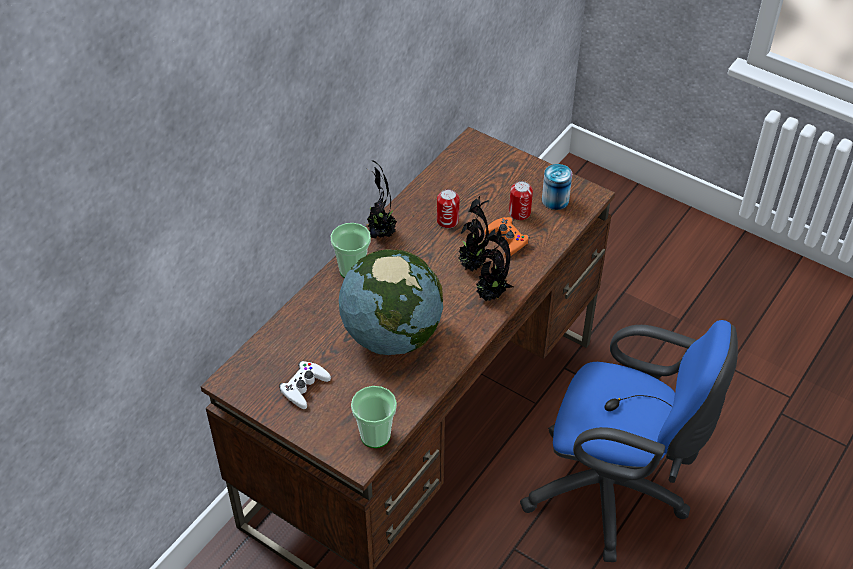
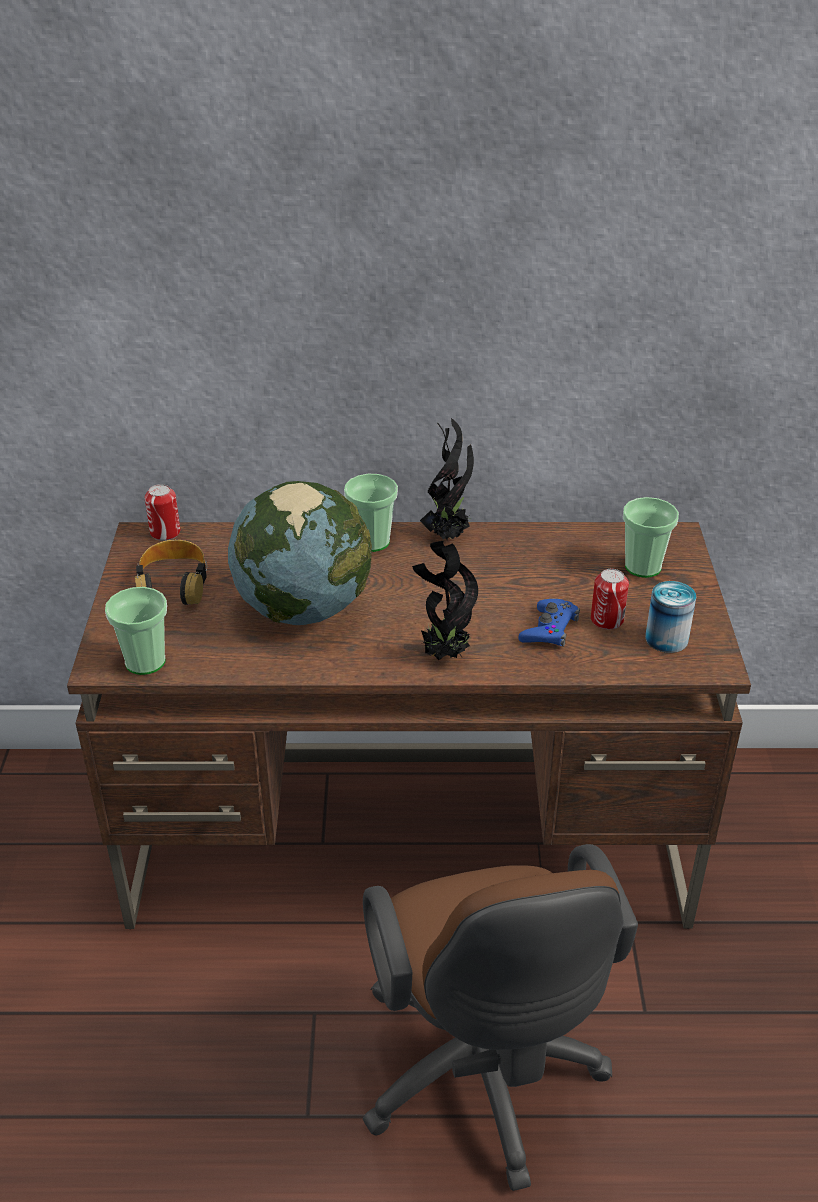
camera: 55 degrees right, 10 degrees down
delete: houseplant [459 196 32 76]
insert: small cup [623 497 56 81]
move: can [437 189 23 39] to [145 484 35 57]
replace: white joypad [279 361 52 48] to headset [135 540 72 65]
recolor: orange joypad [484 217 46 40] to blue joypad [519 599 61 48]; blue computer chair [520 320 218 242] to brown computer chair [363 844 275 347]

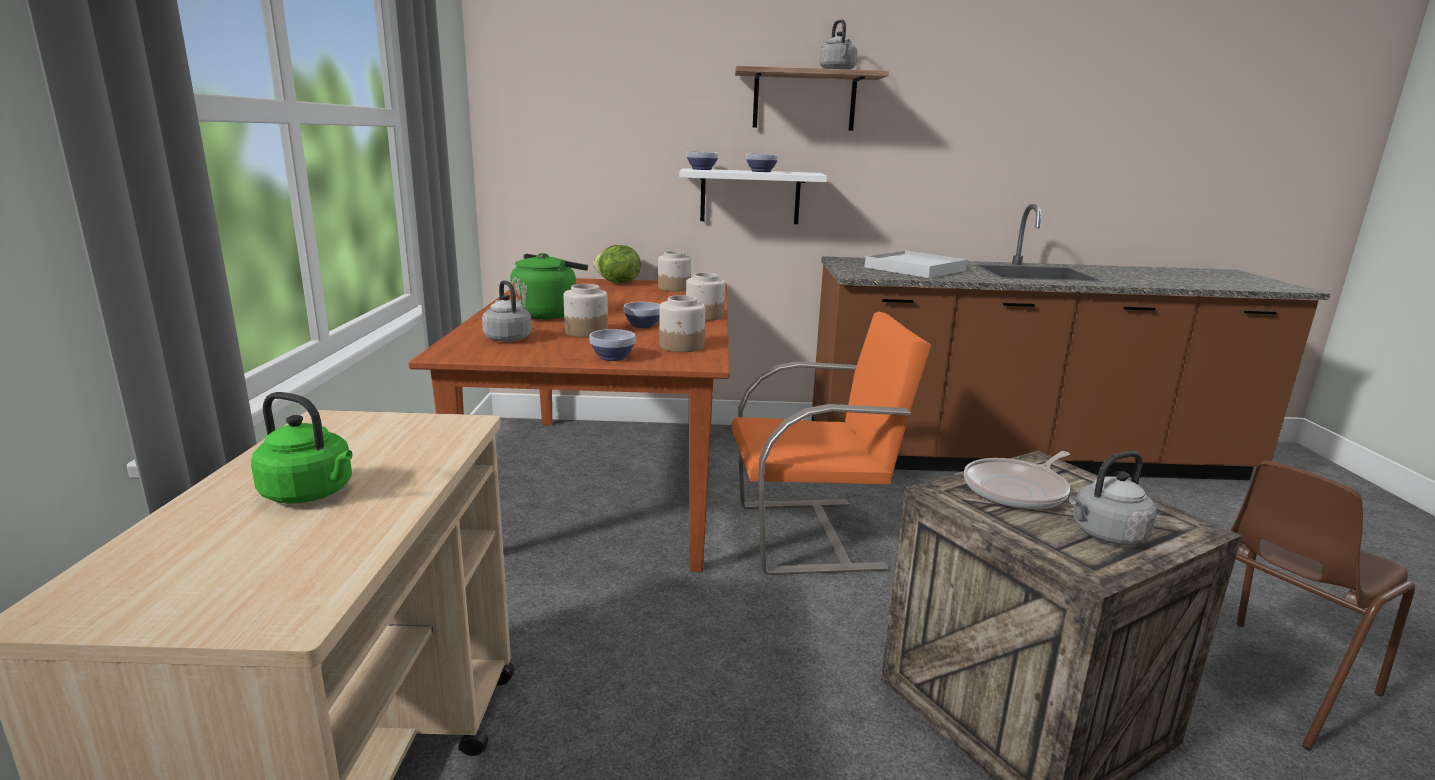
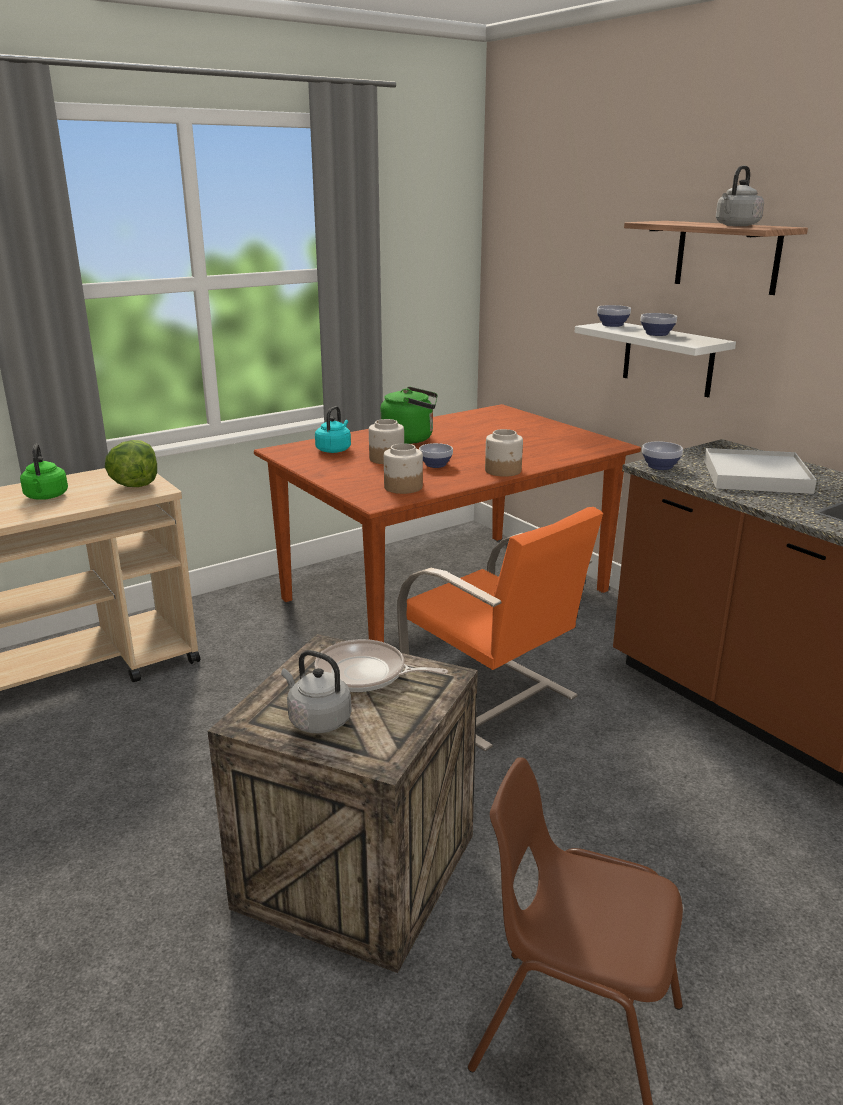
camera: 55 degrees right, 5 degrees up
delete: storage jar [658 251 33 40]
move: bowl [589 329 47 32] to [642 441 41 29]; lettuce [593 245 48 38] to [105 440 52 47]
recolor: greyish kettle [482 280 50 62] to blue-green kettle [315 406 36 47]

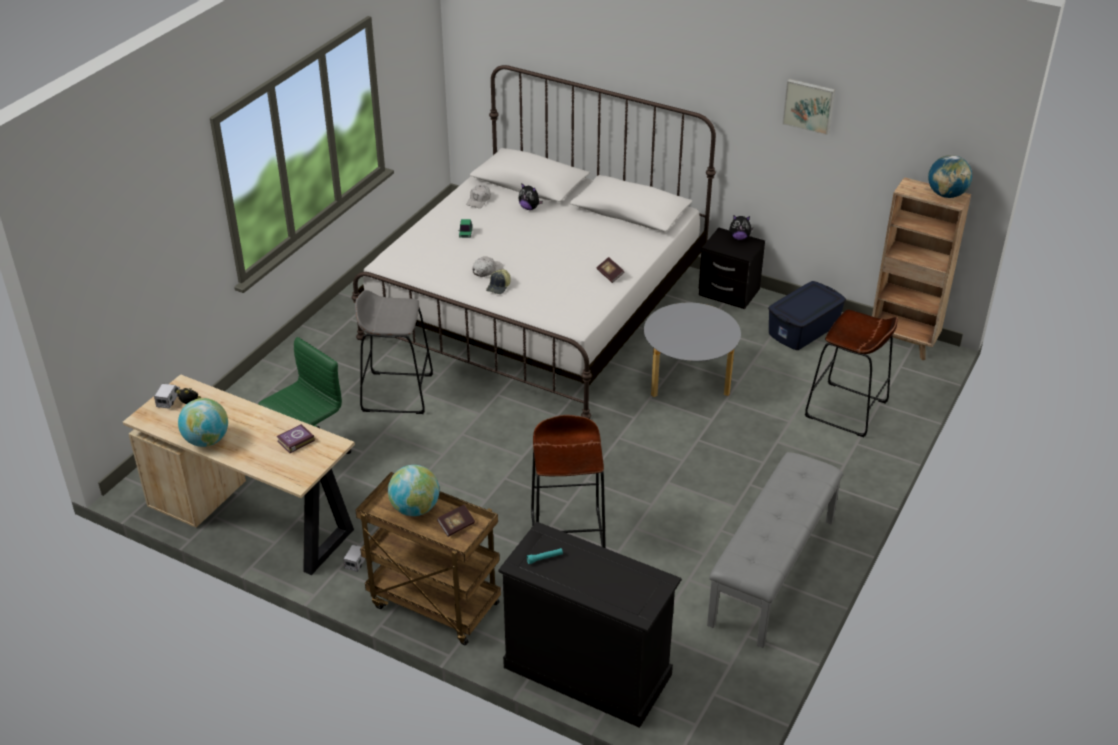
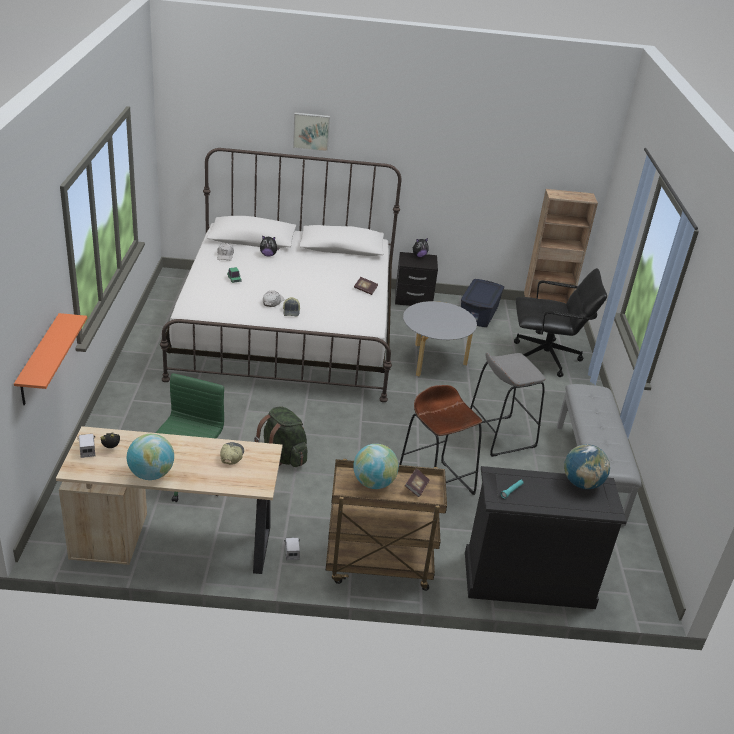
camera: 30 degrees left, 5 degrees down
insert: orange shelf [14 313 73 92]; green-coloured backpack [254 406 53 61]
move: greyish sitting stool [355 290 78 124] to [470 353 76 104]; picture [782 79 53 56] to [293 113 37 38]; desk globe [928 155 44 43] to [564 444 46 45]
replace: book [277 424 38 29] to baseball cap [220 442 24 23]; brown sitting stool [805 310 93 127] to blackish computer chair [514 268 93 109]

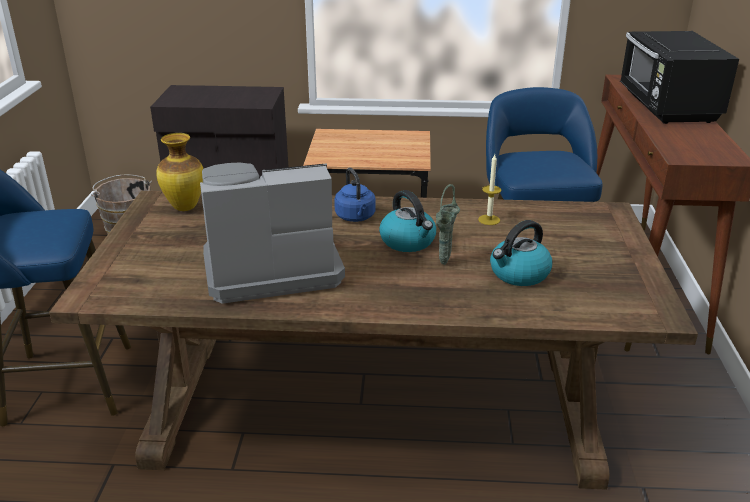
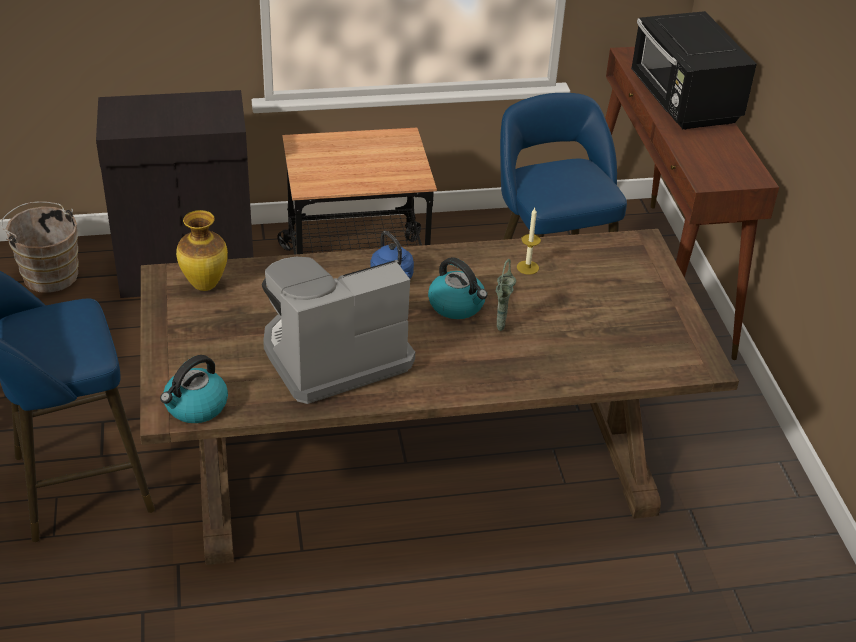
camera: 15 degrees left, 10 degrees up
move: kettle [490 220 63 66] to [160 355 68 68]

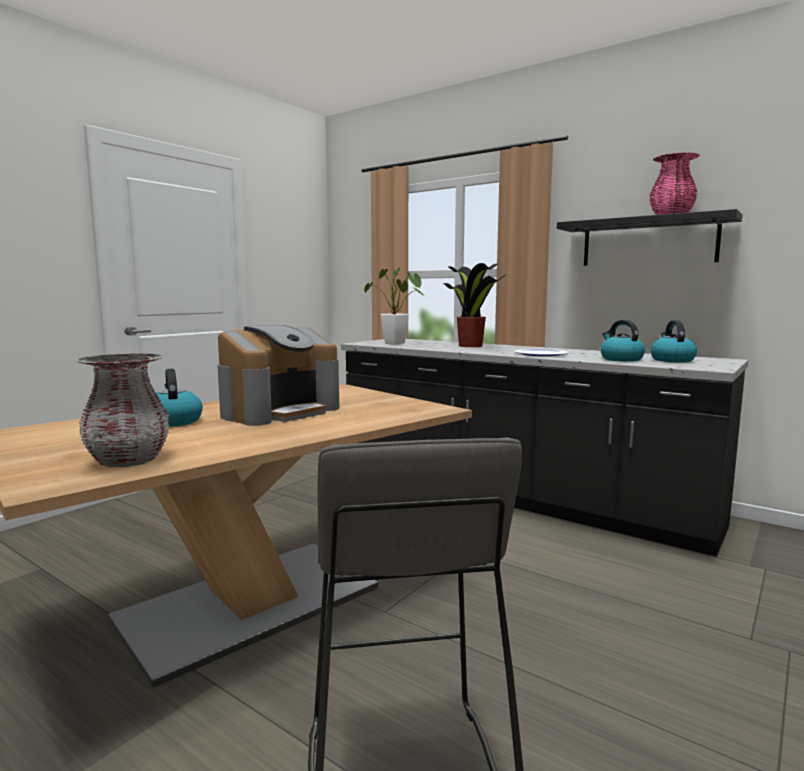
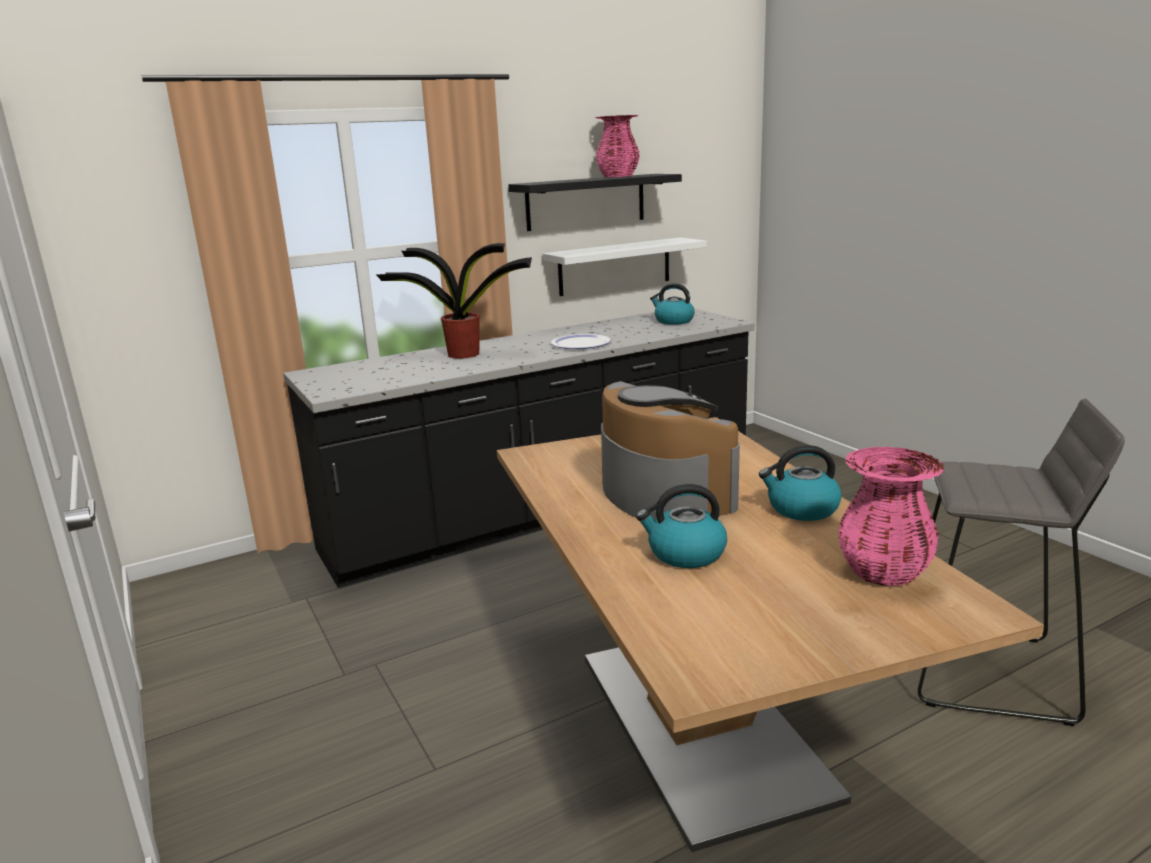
camera: 65 degrees left, 10 degrees up
delete: houseplant [364 268 61 77]
insert: white shelf [543 237 164 59]
move: kettle [600 320 45 42] to [759 445 83 76]
recolor: greyish decorative vase [74 354 96 113] to pinkish decorative vase [838 447 106 139]

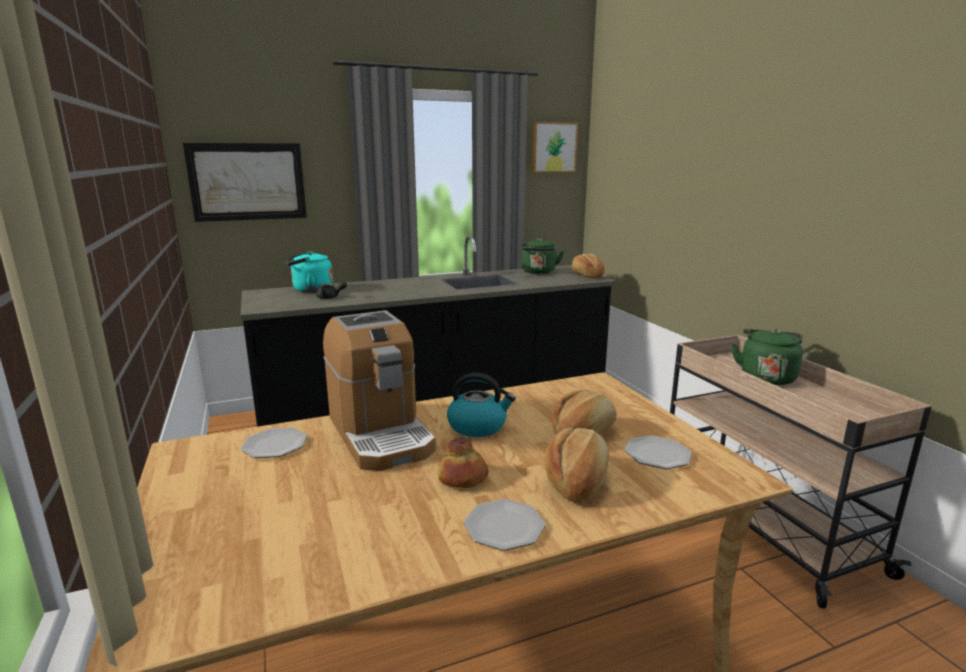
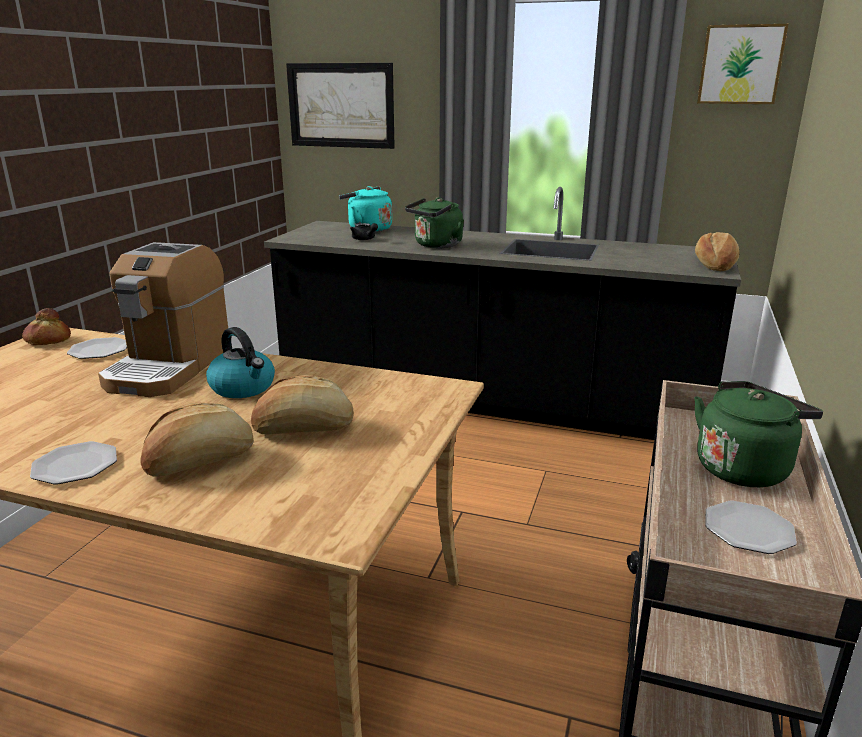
camera: 40 degrees right, 5 degrees up
move: bread [438 437 50 51] to [22 308 49 37]; green-coloured kettle [521 238 43 36] to [405 197 59 51]; plate [625 435 67 34] to [705 501 92 53]

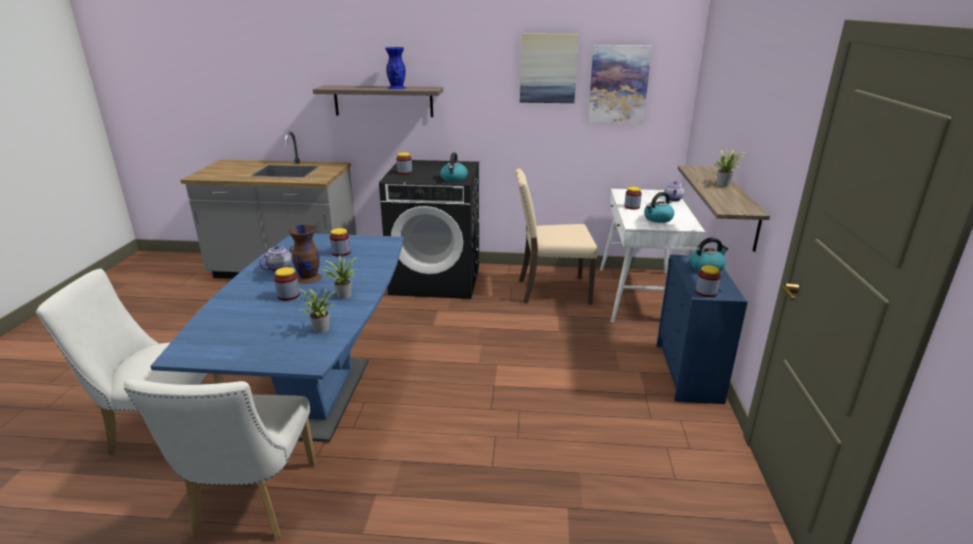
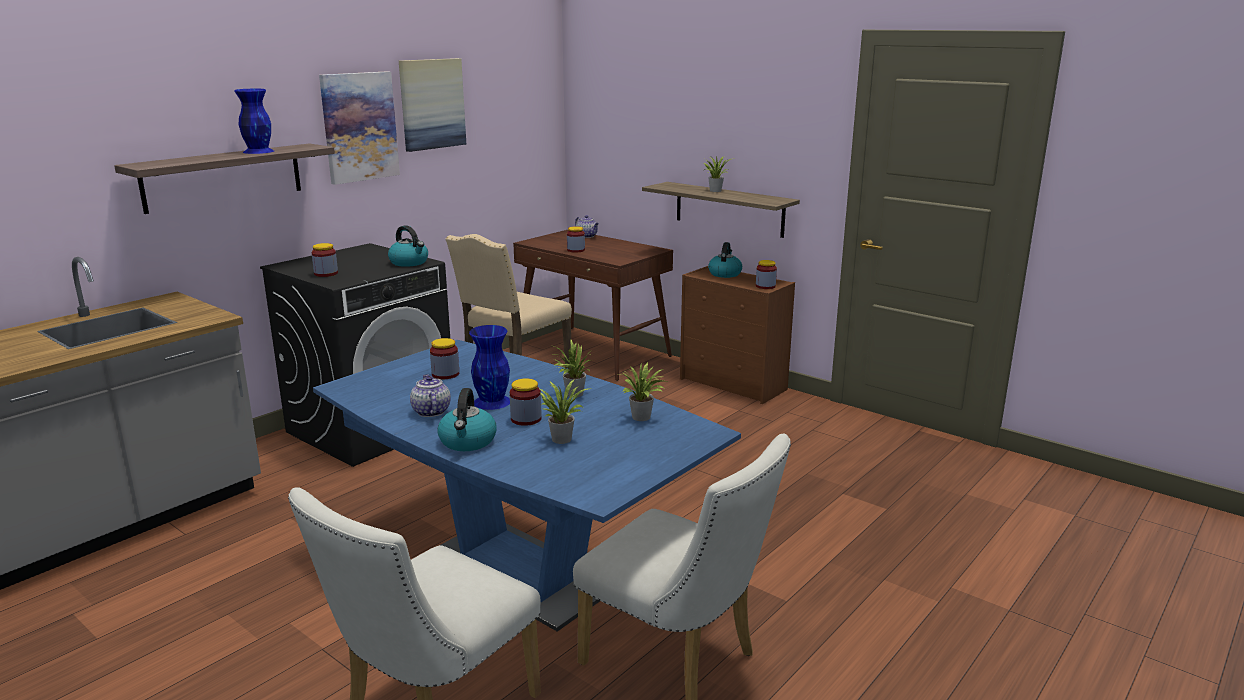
camera: 55 degrees left, 5 degrees down
insert: houseplant [538 380 53 64]
move: picture [588 45 64 78] to [319 71 81 114]; kettle [644 192 30 31] to [437 388 60 63]
recolor: brown decorative vase [288 225 34 59] to blue decorative vase [469 325 41 85]; white desk unit [600 189 105 134] to brown desk unit [513 230 160 151]; blue chest of drawers [656 255 92 149] to brown chest of drawers [680 266 115 138]

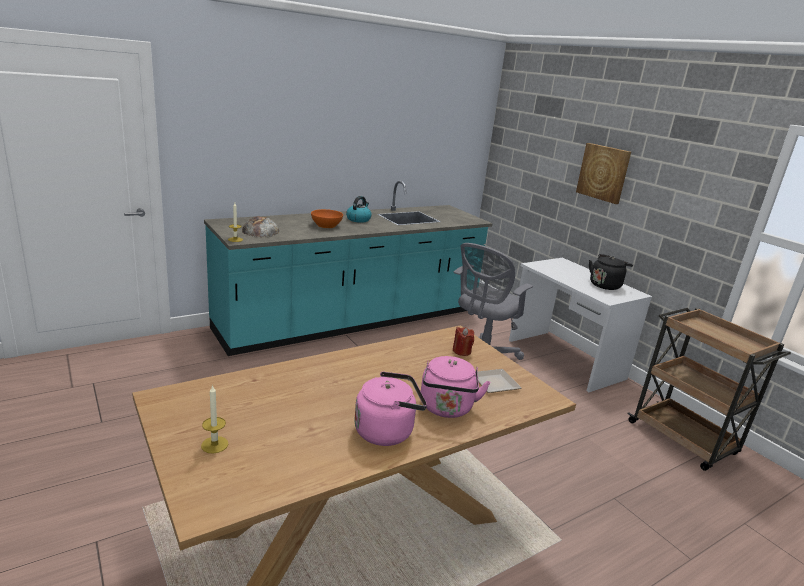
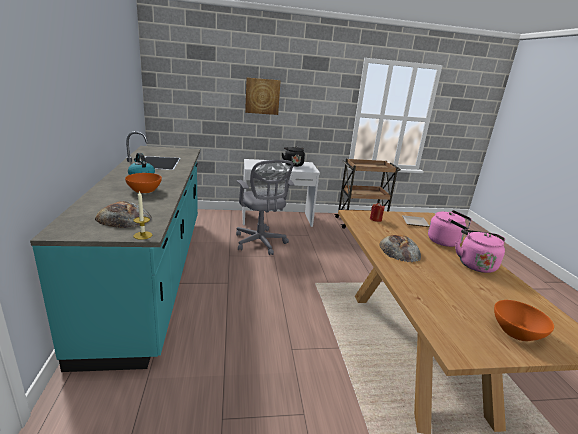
camera: 65 degrees left, 0 degrees up
insert: bread [380 235 41 27]
replace: candle [201 385 28 69] to orange bowl [494 300 60 41]

